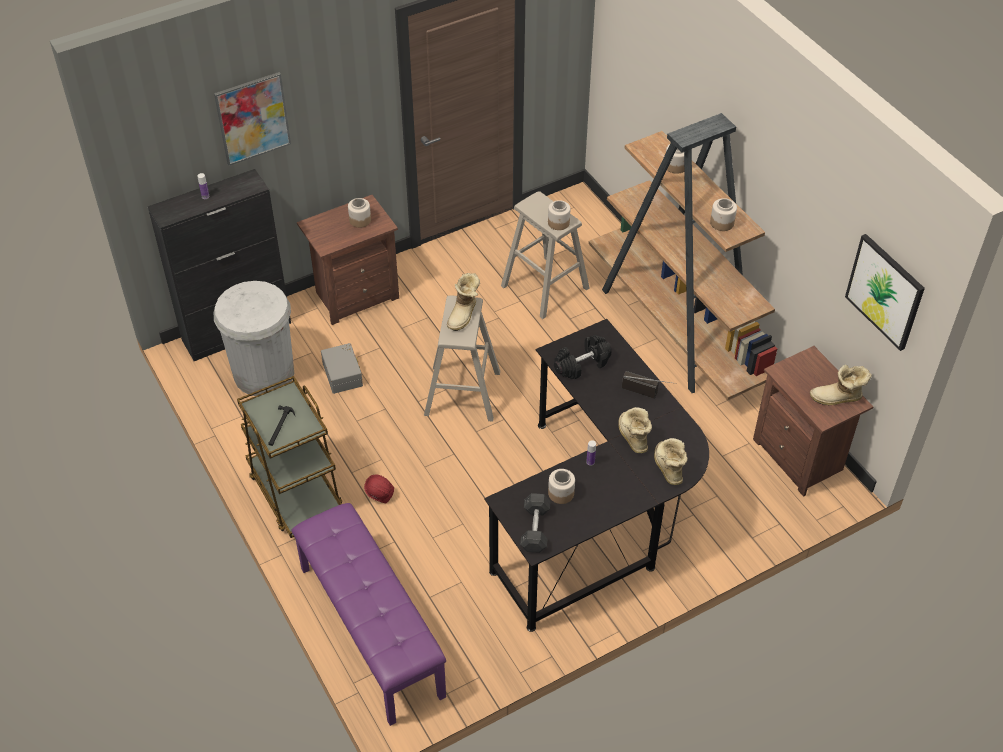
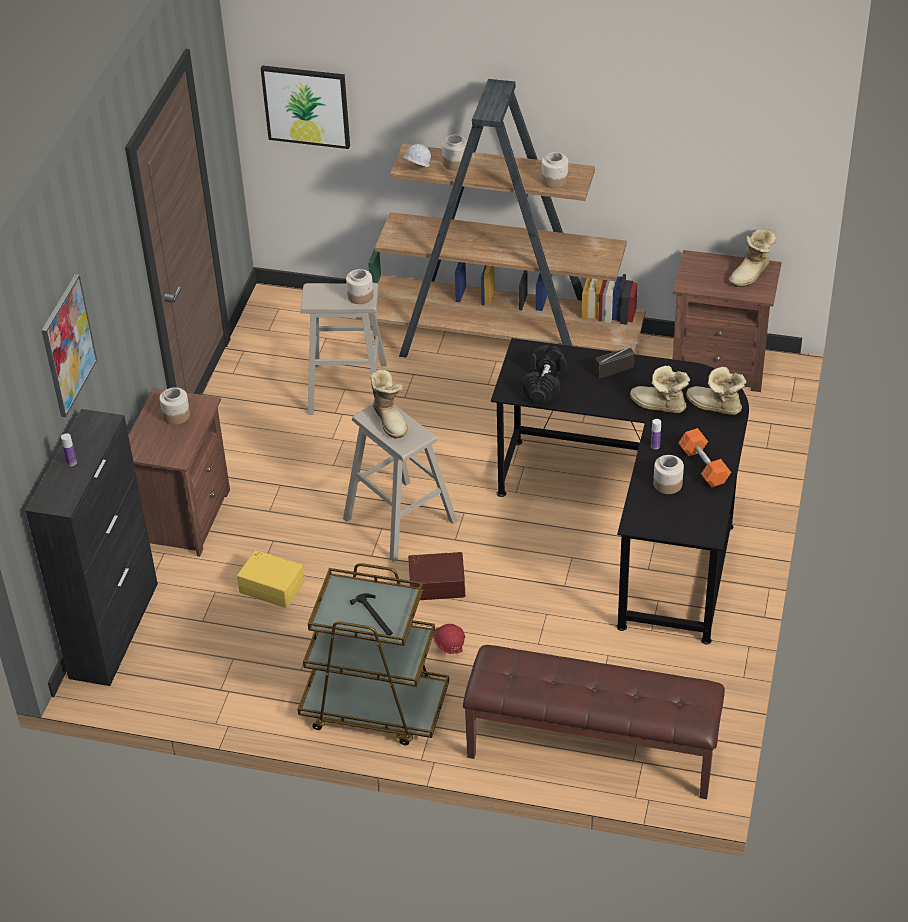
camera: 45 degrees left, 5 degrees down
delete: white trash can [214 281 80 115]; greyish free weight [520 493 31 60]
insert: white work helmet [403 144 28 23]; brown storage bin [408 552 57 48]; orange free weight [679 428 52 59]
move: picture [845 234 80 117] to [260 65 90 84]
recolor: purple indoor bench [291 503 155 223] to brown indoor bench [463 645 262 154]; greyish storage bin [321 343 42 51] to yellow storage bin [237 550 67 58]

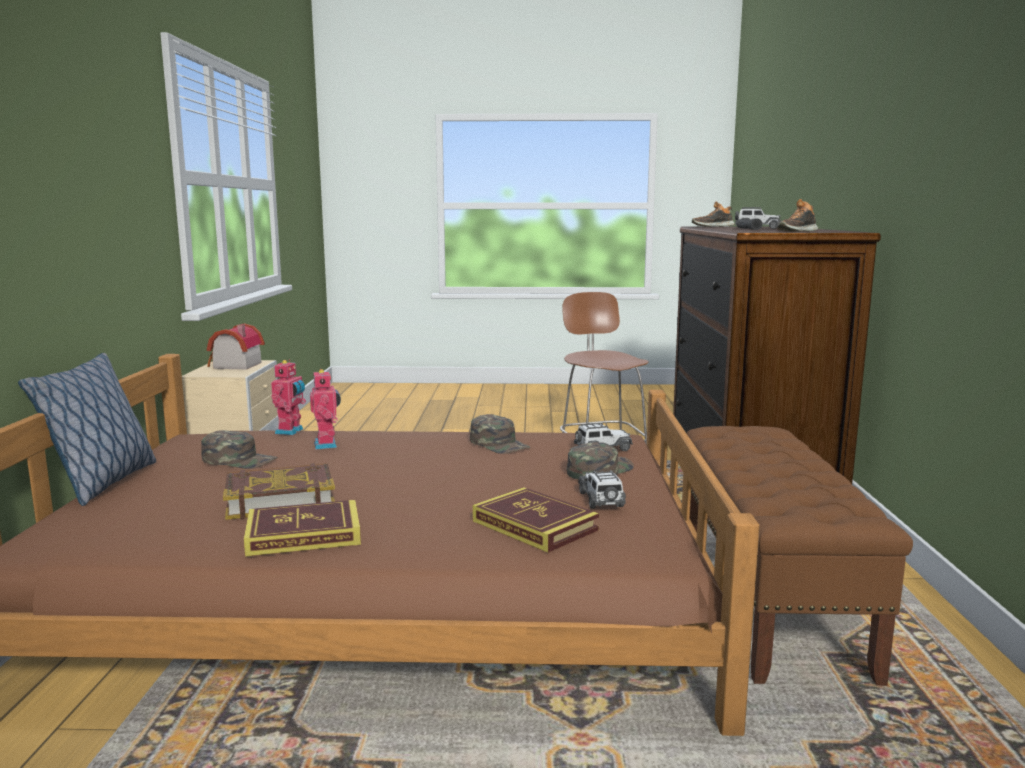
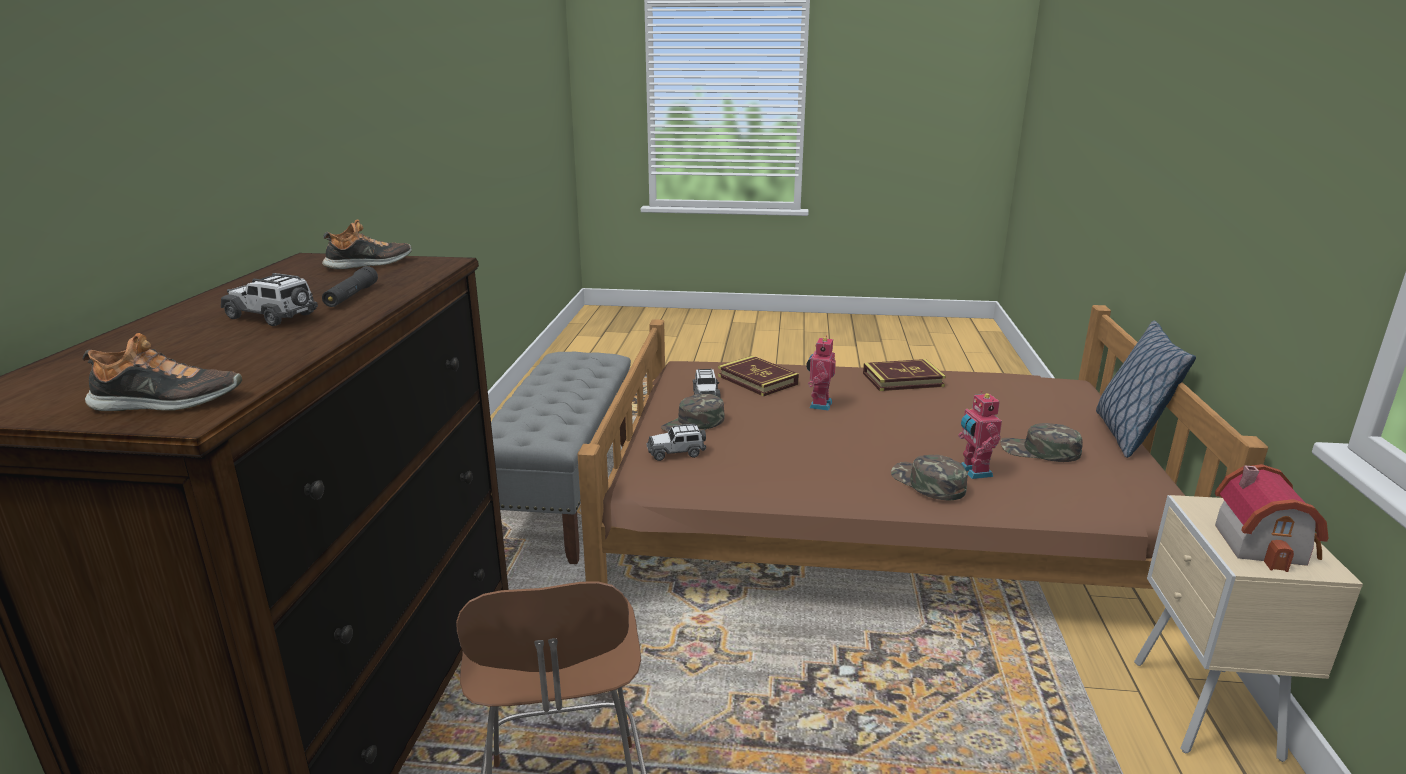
camera: 175 degrees left, 10 degrees up
delete: book [223 463 112 57]
move: robot figure [271 360 35 75] to [806 335 30 76]; green-coloured baseball cap [470 414 60 40] to [891 455 77 45]
recolor: brown indoor bench [687 426 226 260] to greyish indoor bench [491 352 140 212]

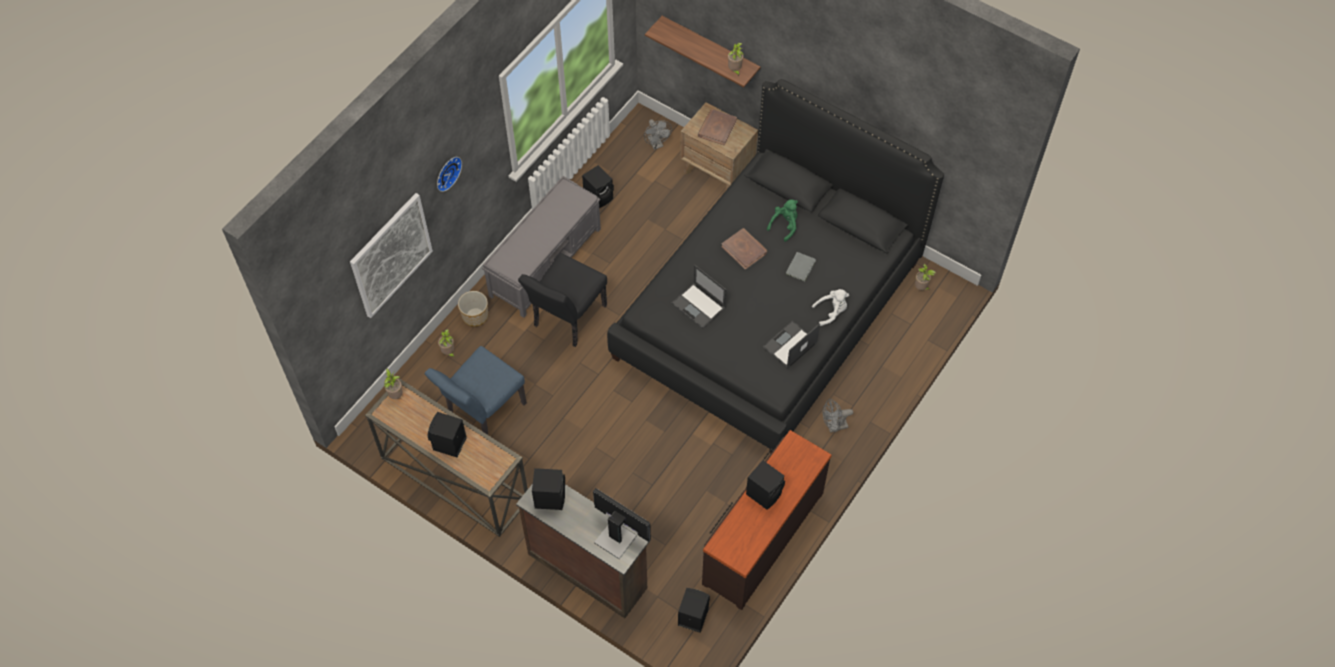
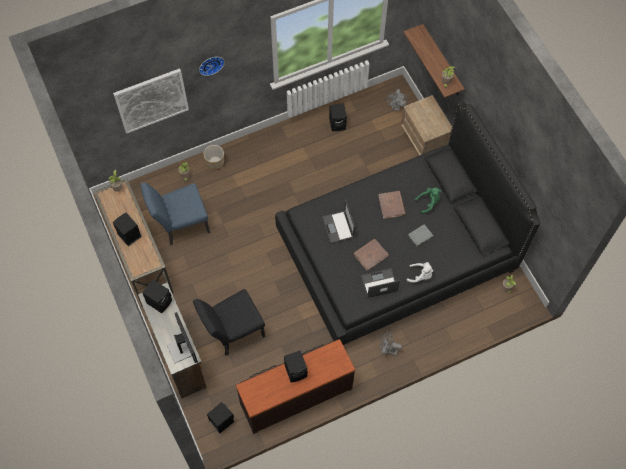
camera: 30 degrees right, 5 degrees up
delete: greyish indoor bench [482 176 119 142]
move: blackish upright chair [518 253 89 94] to [193 289 72 67]; brown book [698 109 39 37] to [353 239 36 32]

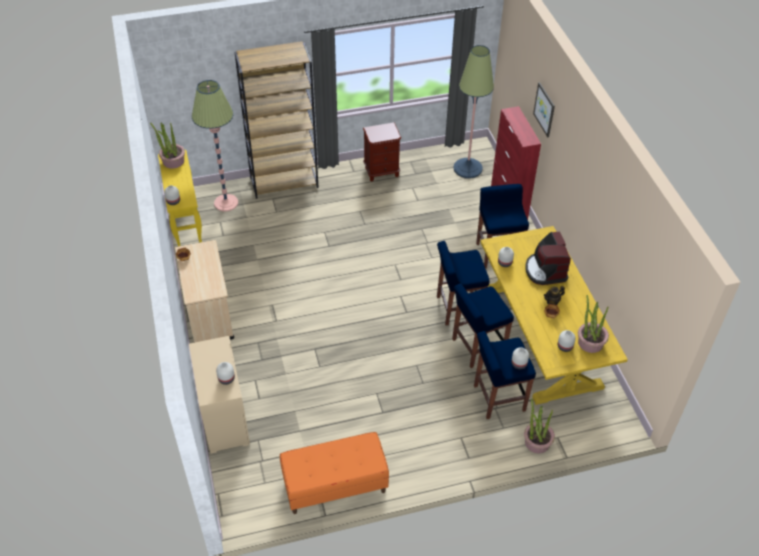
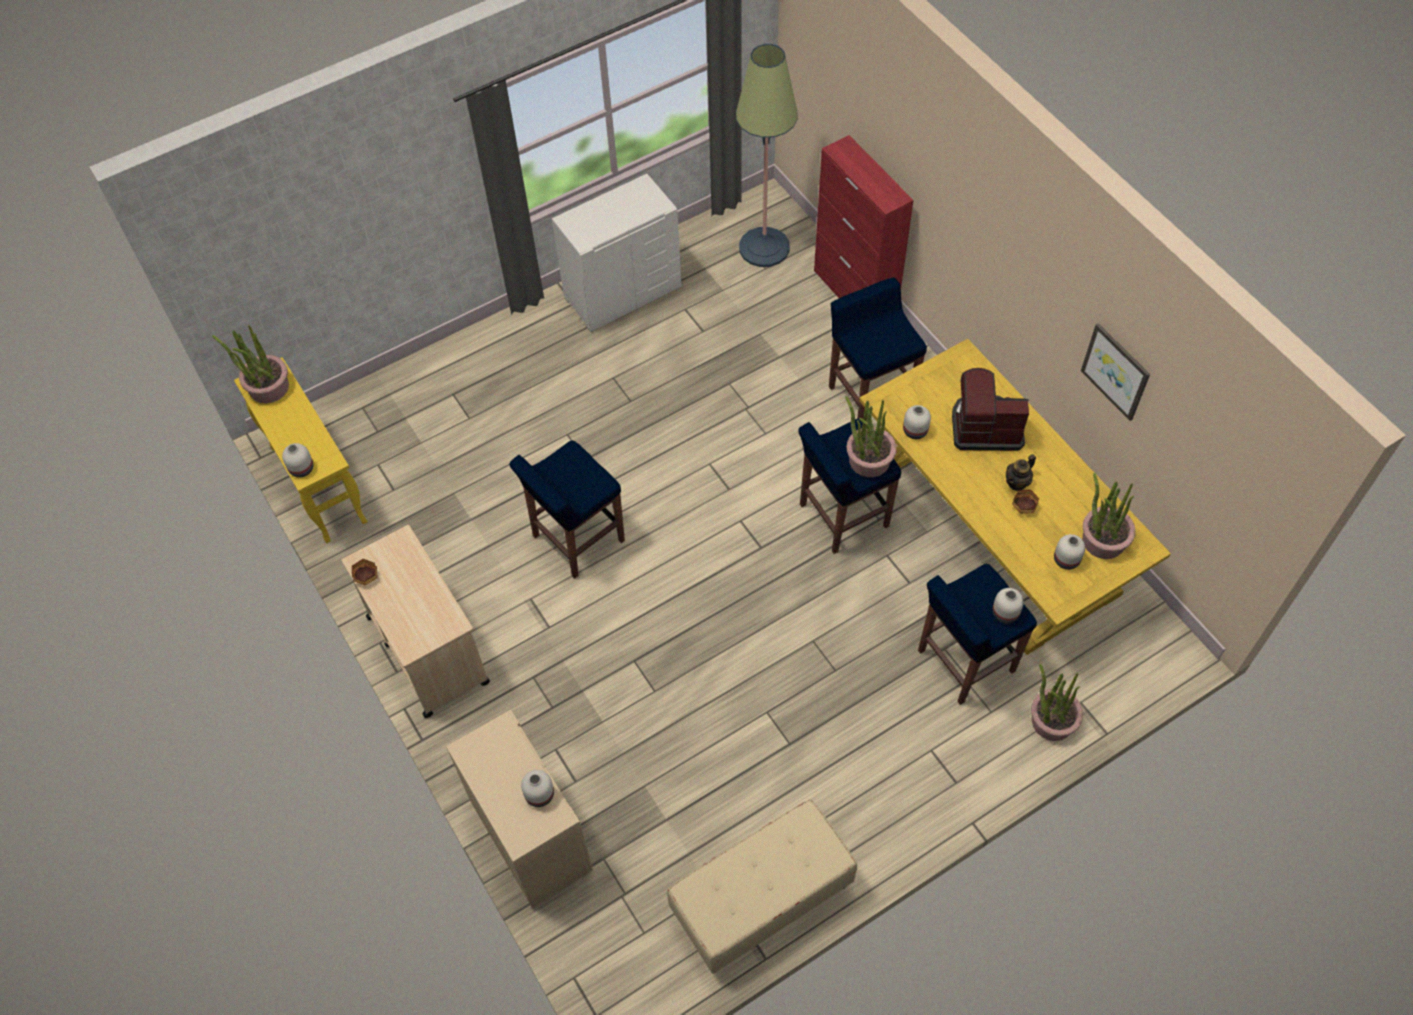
camera: 15 degrees left, 10 degrees up
delete: standing lamp [192 80 46 131]; brown bookshelf [235 41 84 158]
insert: houseplant [845 396 52 81]
move: blue sitting stool [452 283 62 85] to [510 441 115 138]; picture [533 82 22 55] to [1081 323 69 98]
replace: brown night table [363 123 38 59] to white chest of drawers [552 174 129 158]
recolor: orange indoor bench [280 432 109 82] to sand-coloured indoor bench [667 799 190 175]
rotate: coffee maker [525 231 46 54] = [952 368 77 83] 120 degrees clockwise

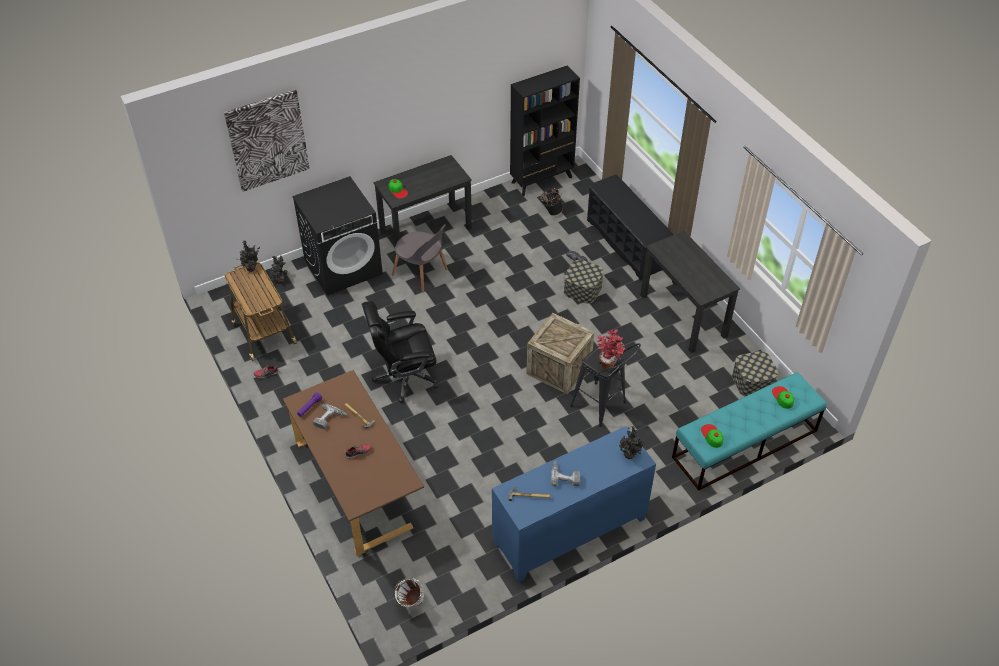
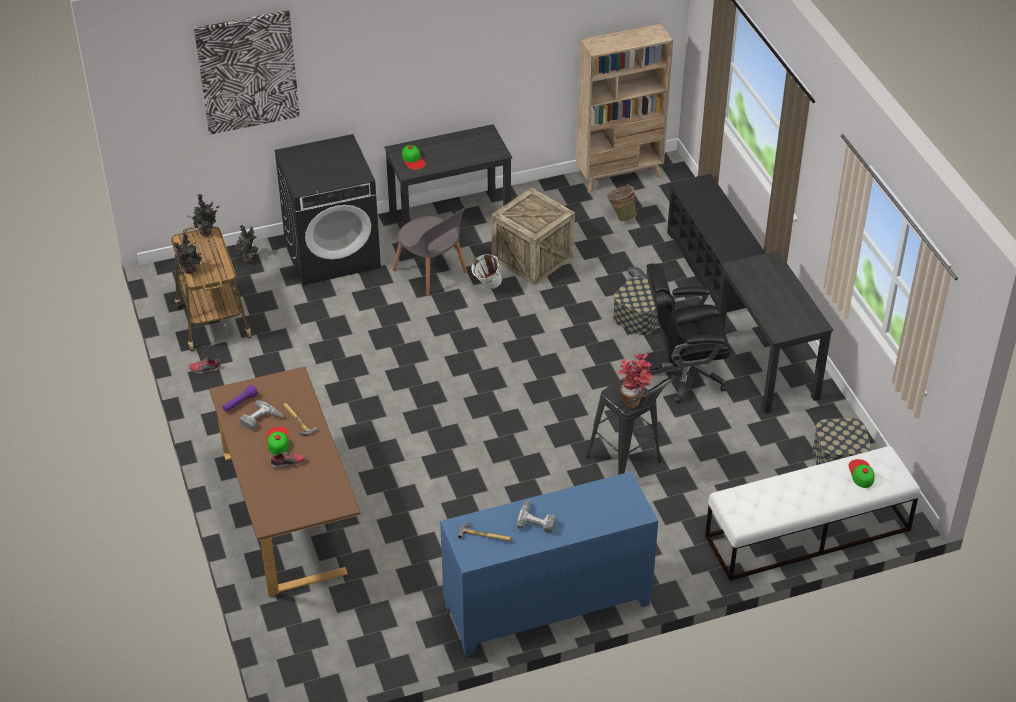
camera: 10 degrees right, 5 degrees down
move: blackish computer chair [362 301 76 102] to [647 263 84 141]; white pail [395 578 29 29] to [472 254 30 35]; crate [526 313 68 81] to [491 187 84 98]; houseplant [619 426 25 33] to [174 230 29 44]; baseball cap [701 424 22 24] to [267 427 22 28]
recolor: blackish bookshelf [510 66 70 130] to sand-coloured bookshelf [576 23 97 170]; blackish pail [540 188 23 28] to green-coloured pail [607 184 30 37]; blue-green indoor bench [672 372 155 119] to white indoor bench [705 446 215 135]

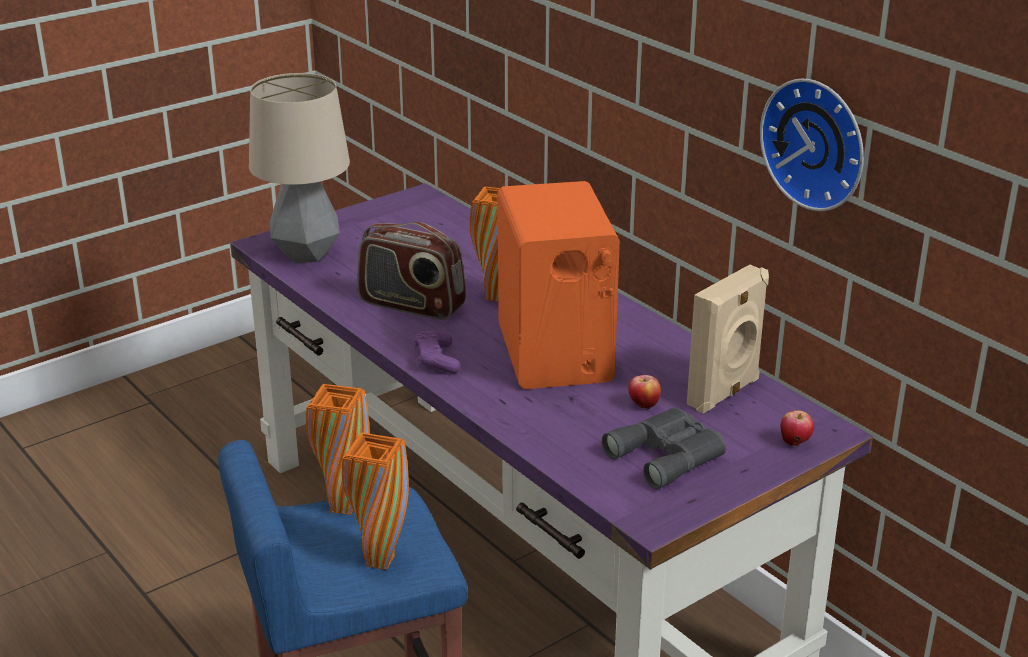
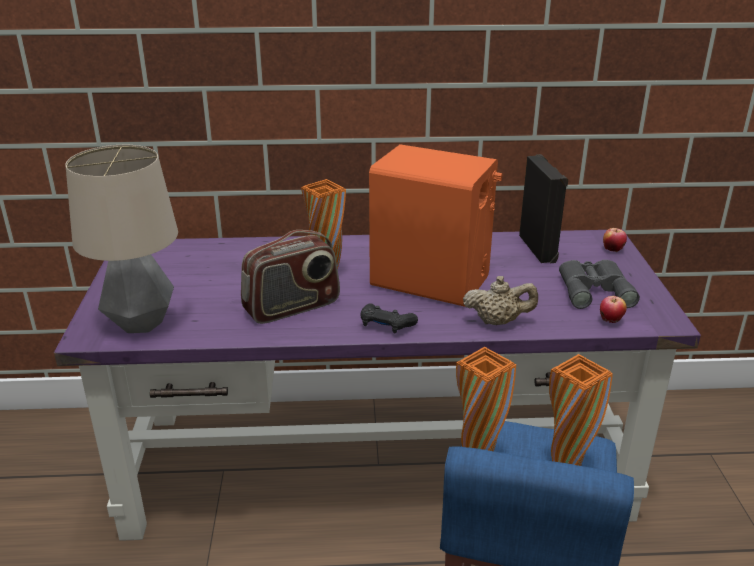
camera: 55 degrees left, 0 degrees up
delete: wall clock [760 79 104 132]
insert: sand-coloured pot for tea [463 276 75 49]
move: apple [628 375 33 34] to [600 296 27 27]
recolor: purple joypad [414 331 47 43] to blackish joypad [360 303 58 30]; sand-coloured speaker [687 265 82 149] to blackish speaker [519 154 49 109]

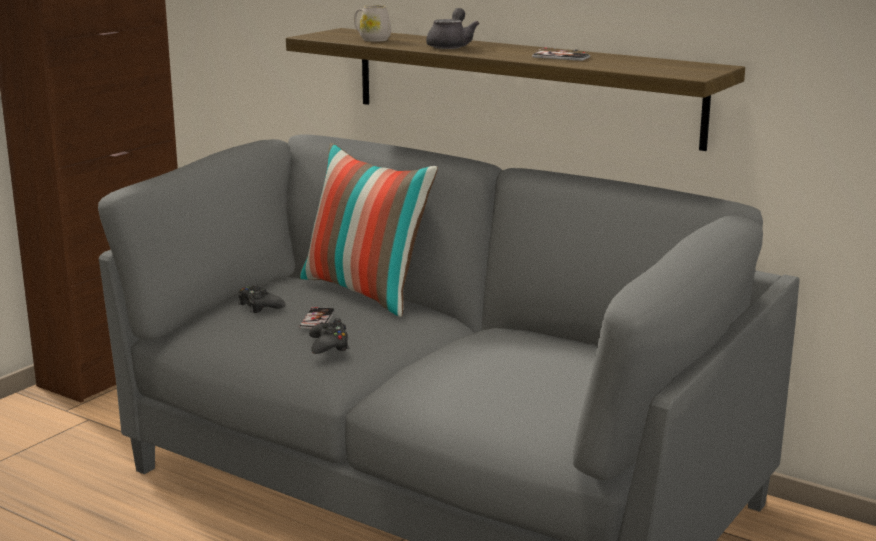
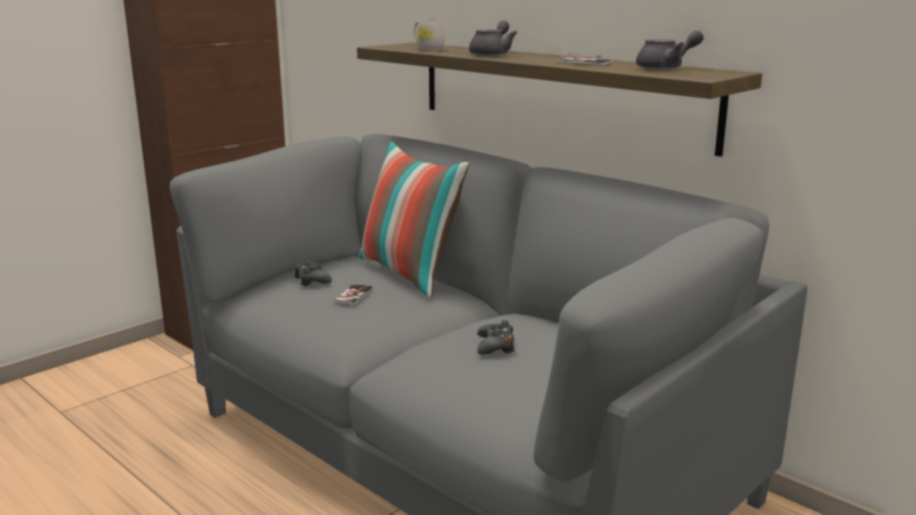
camera: 10 degrees right, 0 degrees up
insert: greyish pot for tea [636 30 68 40]
move: blackish joypad [309 318 41 36] to [477 320 38 35]

